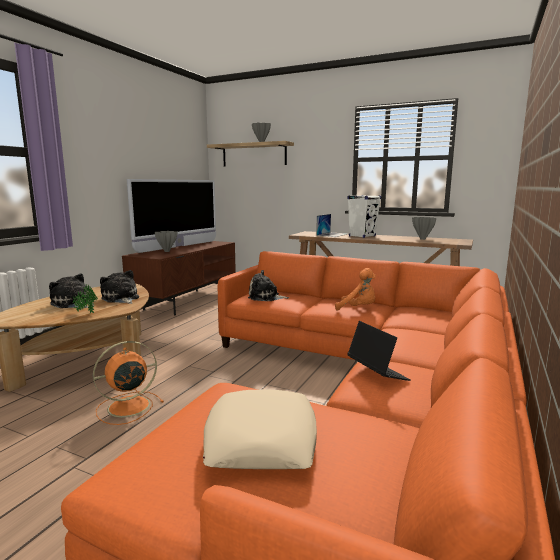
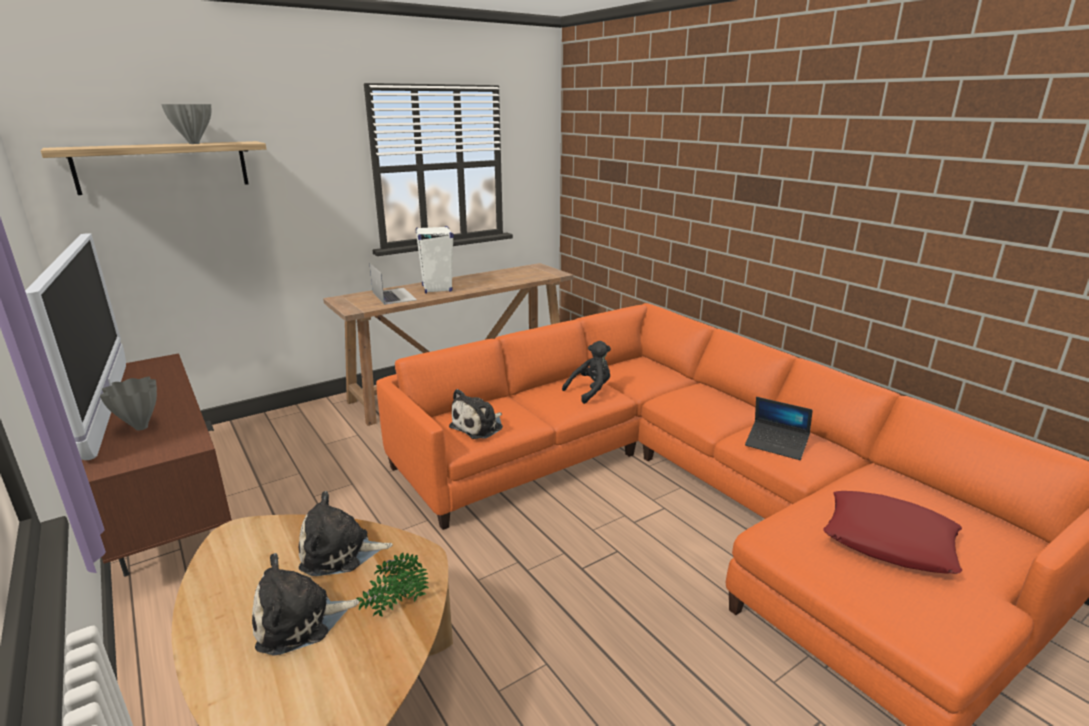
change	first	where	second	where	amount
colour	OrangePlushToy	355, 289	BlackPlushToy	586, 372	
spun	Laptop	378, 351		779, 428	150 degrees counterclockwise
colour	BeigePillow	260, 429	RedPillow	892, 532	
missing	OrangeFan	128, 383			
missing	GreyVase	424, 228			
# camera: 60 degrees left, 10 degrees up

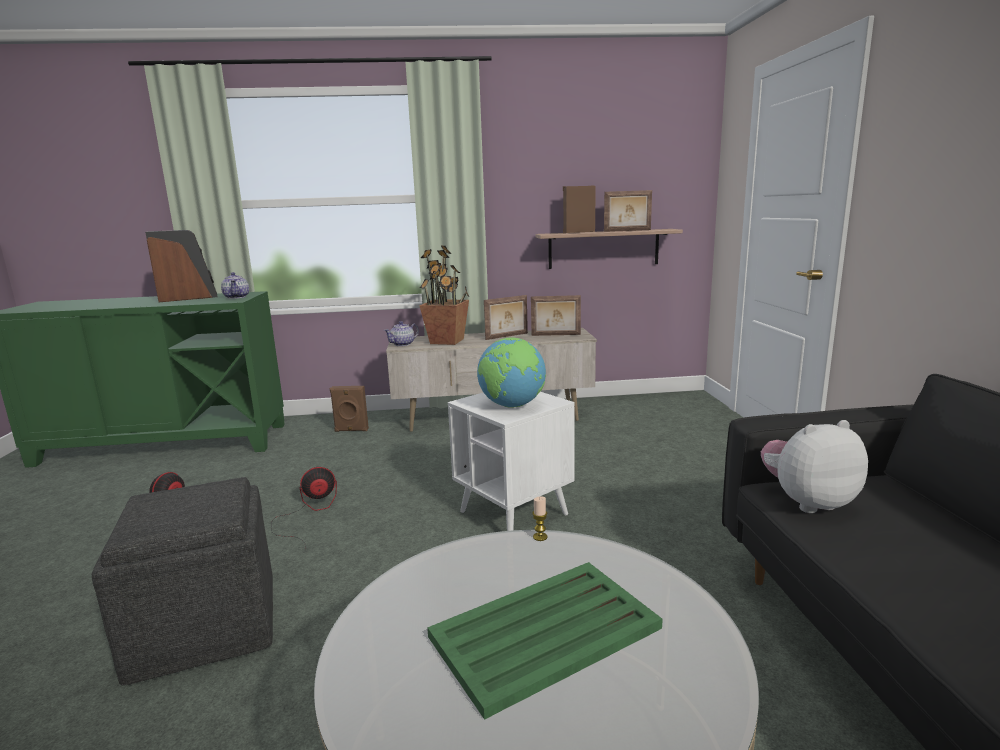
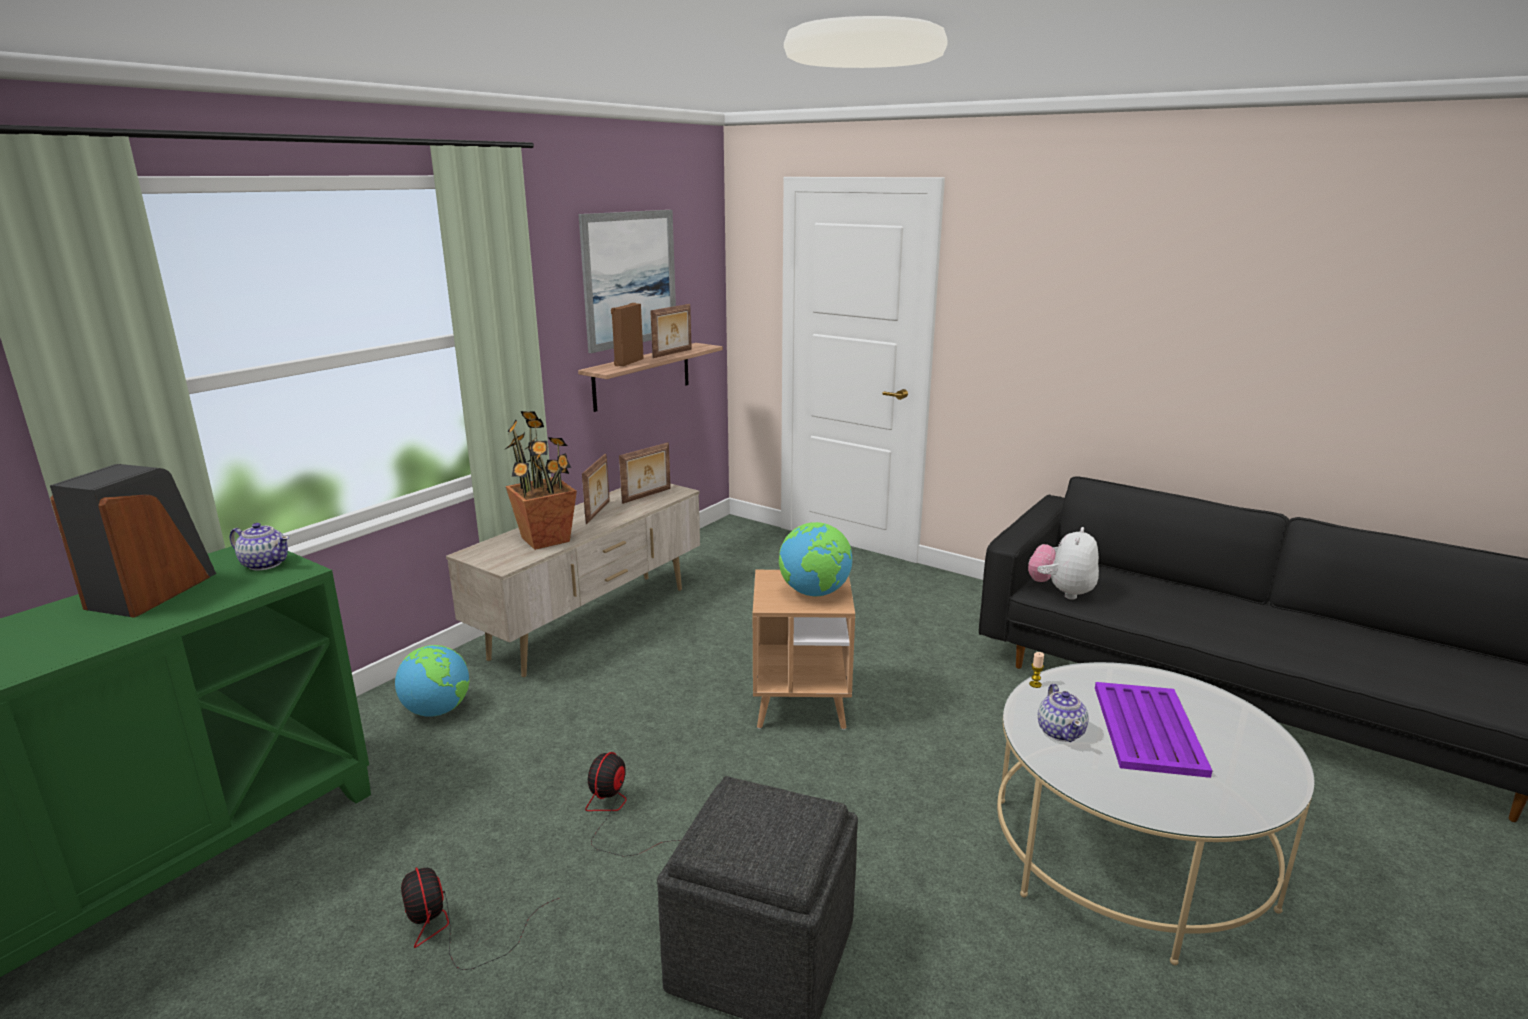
change	first	where	second	where	amount
exchanged	BrownSpeaker	349, 409	Globe	432, 681	
appeared			Picture	627, 281	
colour	WhiteSideTable	511, 461	BrownSideTable	804, 650	
relocated	Teapot	401, 333		1063, 713	
colour	GreenTray	545, 641	PurpleTray	1153, 730	
# camera: 50 degrees left, 5 degrees up

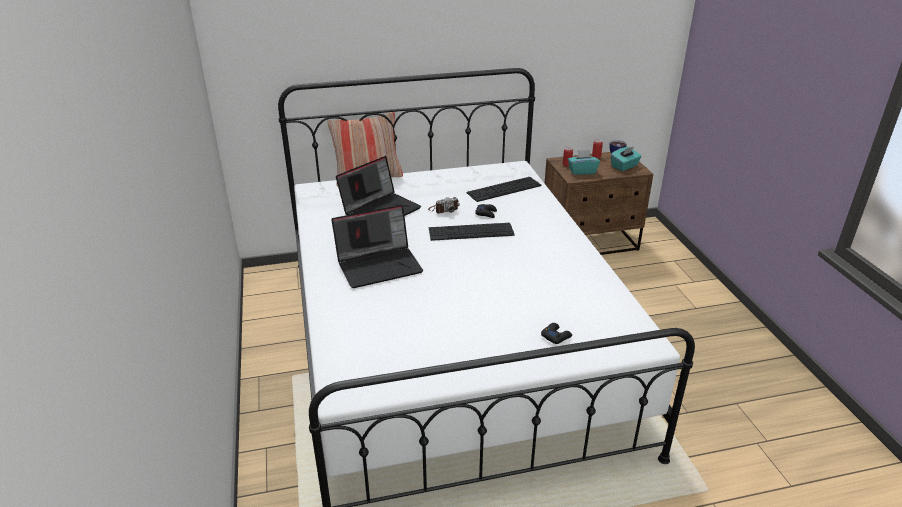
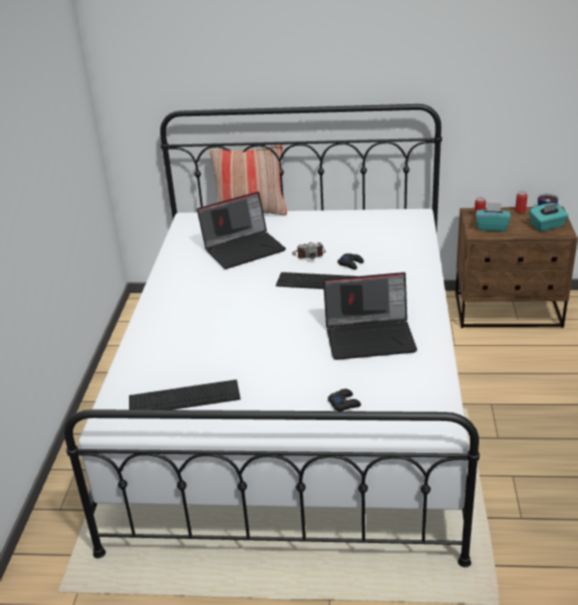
change	first	where	second	where	amount
relocated	Keyboard	503, 189		184, 394	
relocated	Laptop	377, 246		370, 316	
# camera: 20 degrees right, 0 degrees up

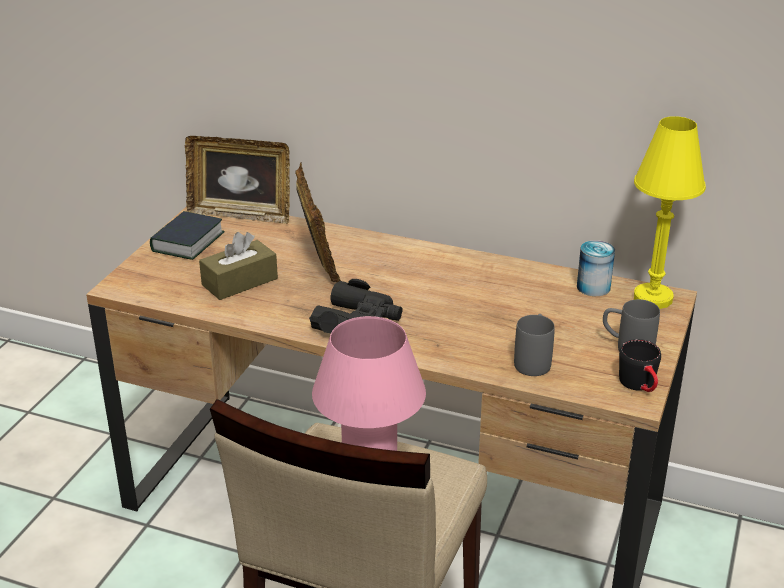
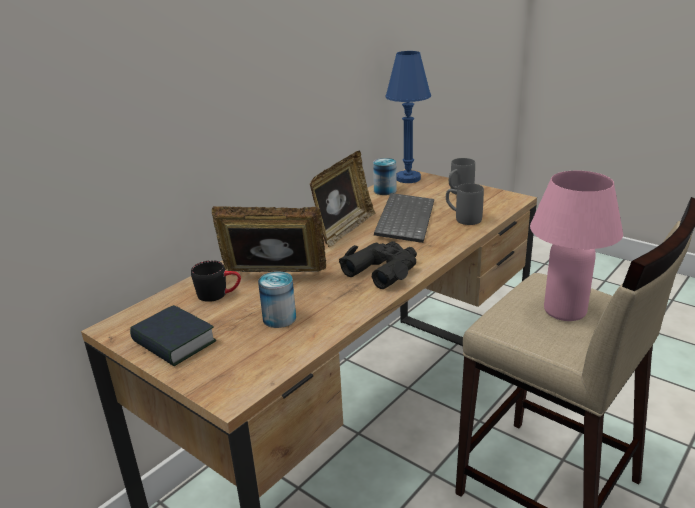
change	first	where	second	where	amount
relocated	BlackMug	640, 365		216, 281	
exchanged	BrownTissueBox	238, 266	Can	277, 300	
relocated	PictureFrame	237, 180		342, 199	
appeared			Keyboard	404, 218	
colour	YellowTableLamp	670, 212	BlueTableLamp	408, 117	
# camera: 70 degrees left, 5 degrees down

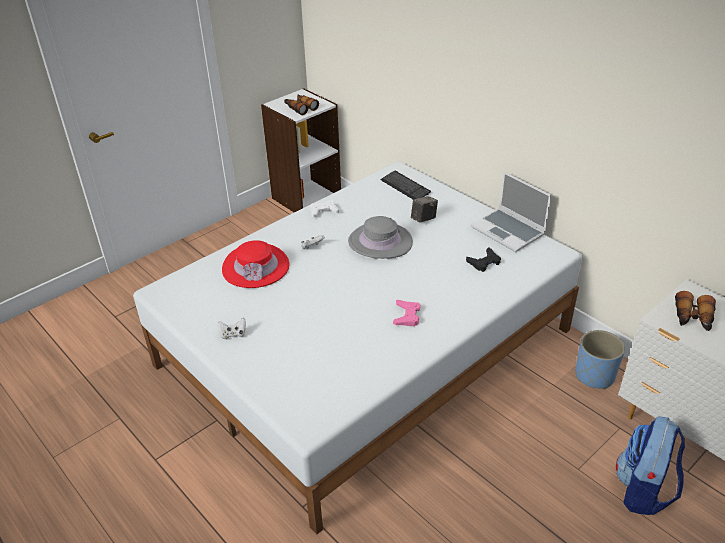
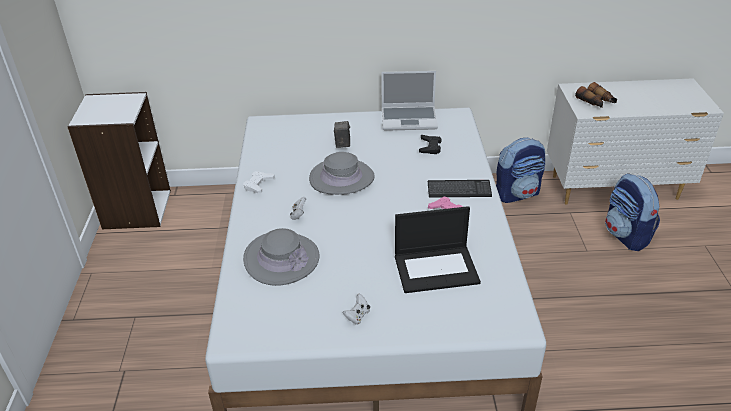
change	first	where	second	where	amount
colour	RedHat	255, 264	GreyHat	281, 257	
appeared			Laptop	438, 249	
relocated	Keyboard	406, 185		460, 189	
exchanged	BluePlanter	600, 359	Backpack	520, 170	
missing	Binoculars	301, 105			
# camera: 50 degrees left, 0 degrees up

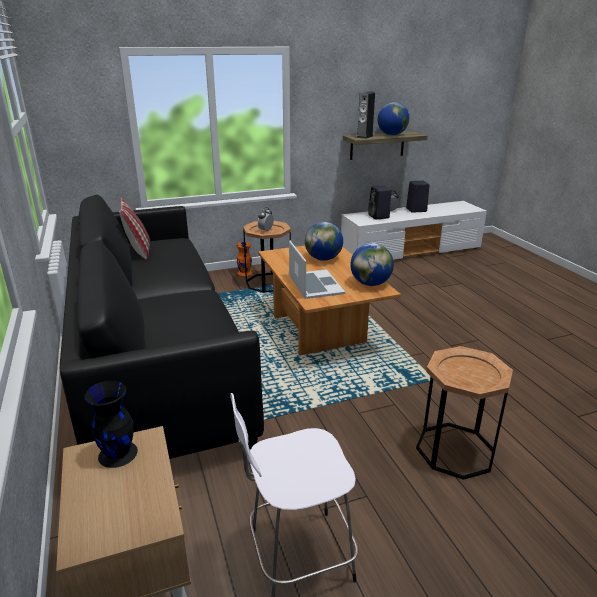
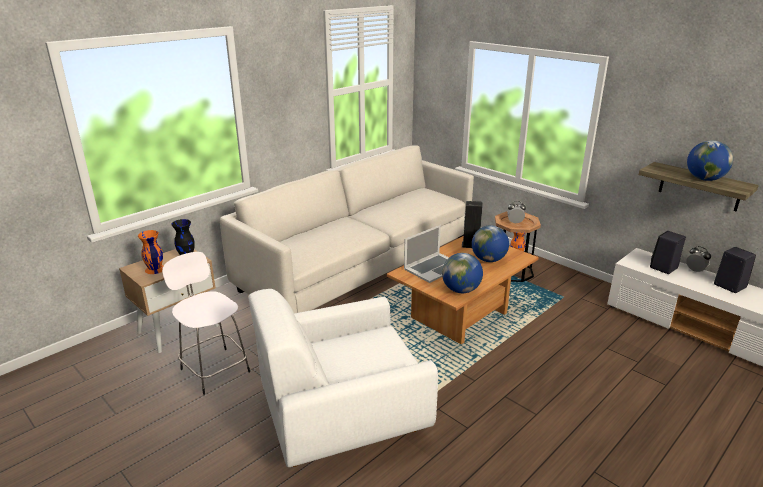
change	first	where	second	where	amount
appeared			OrangeVase	150, 252	
colour	BlackSofa	162, 327	WhiteSofa	347, 229	
exchanged	BrownSideTable	464, 413	WhiteArmchair	343, 378	
relocated	Speaker	365, 115		472, 224	
missing	Pillow	134, 228			
# camera: 65 degrees right, 0 degrees up

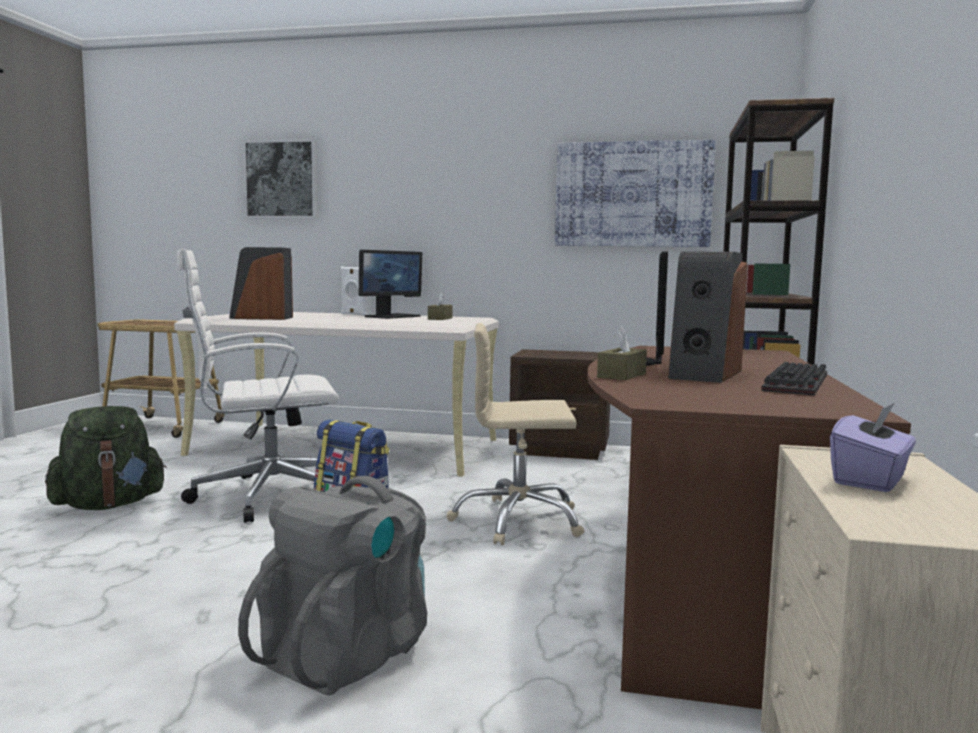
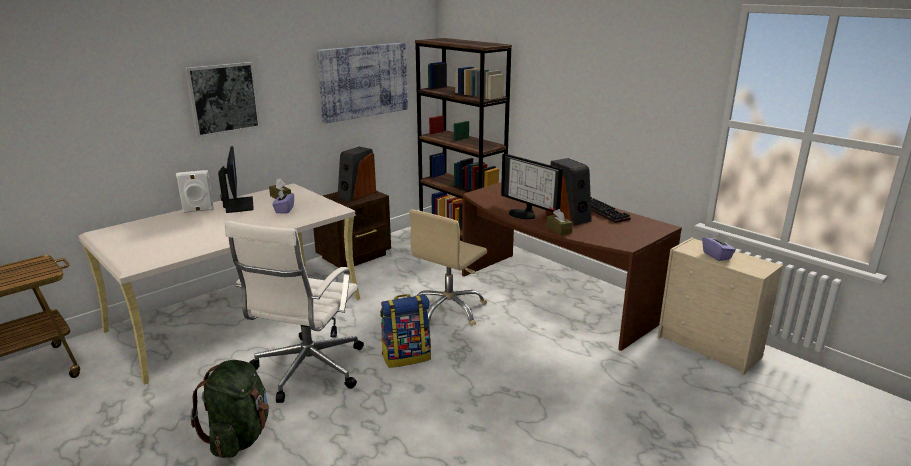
change	first	where	second	where	amount
relocated	Picture	280, 178		223, 100	
appeared			PurpleTissueBox	283, 201	
relocated	Speaker	261, 283		356, 174	
missing	GreyBackpack	332, 585			
# camera: 55 degrees left, 15 degrees up

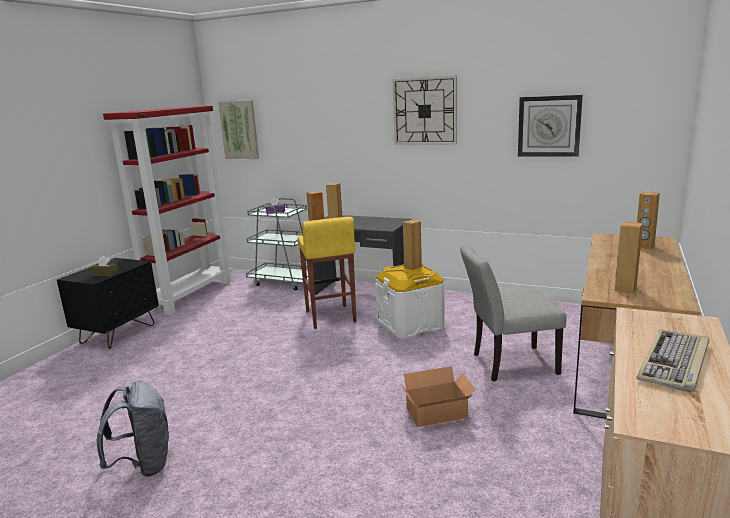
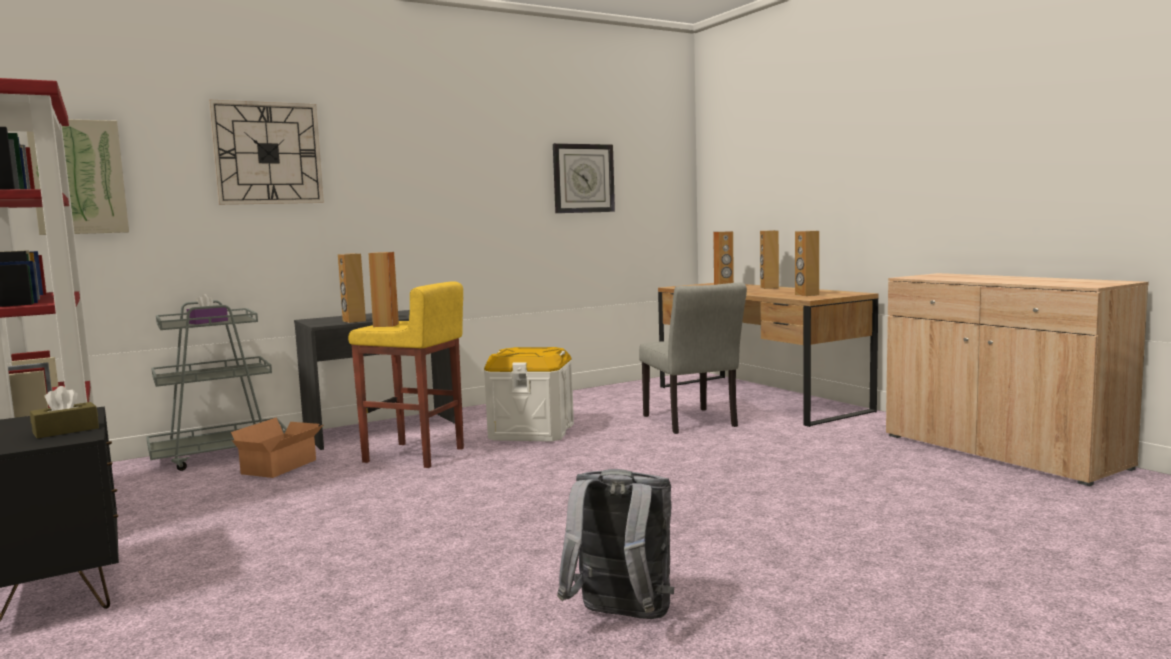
change	first	where	second	where	amount
relocated	WallClock	424, 110		266, 152	
relocated	CardboardBox	438, 396		277, 447	
spun	GreyChair	513, 313		693, 358	45 degrees counterclockwise
relocated	BrownSpeaker	412, 245		769, 259	
missing	Keyboard	673, 360			
# camera: 55 degrees left, 10 degrees down

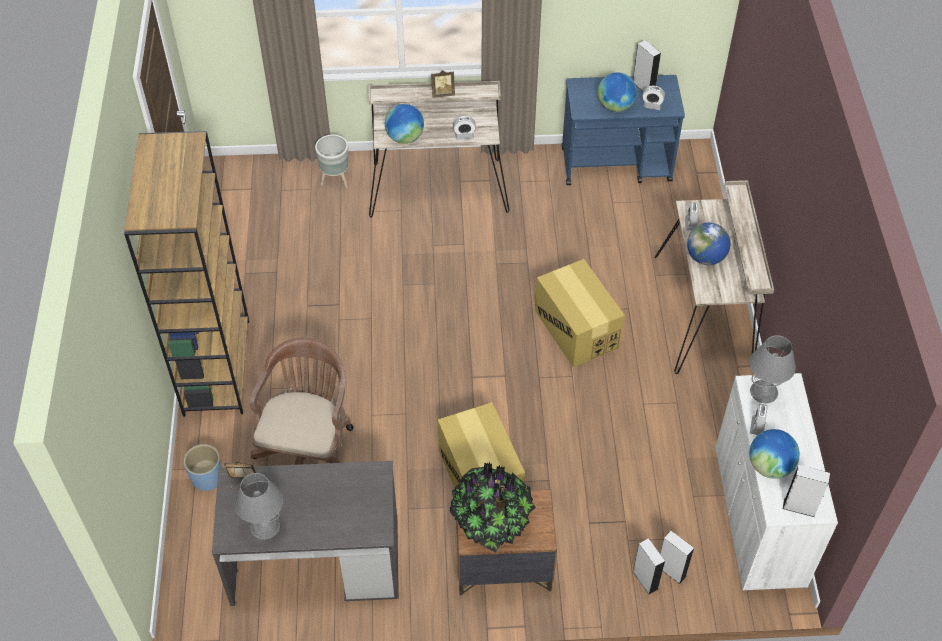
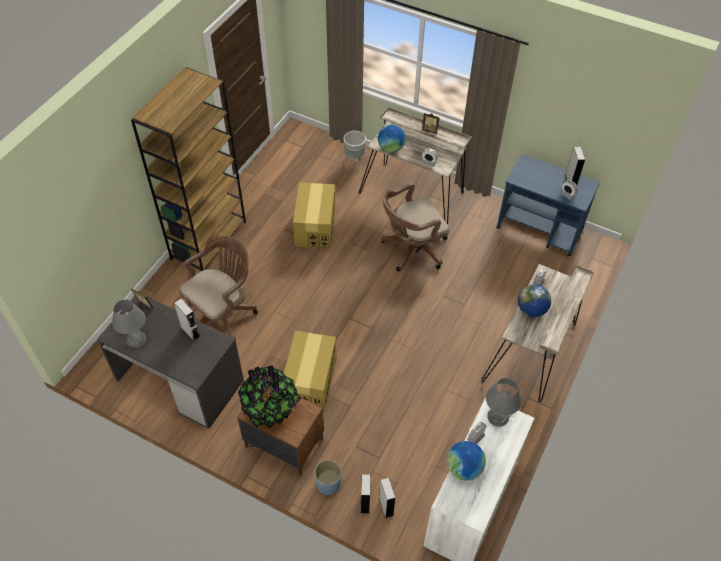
change	first	where	second	where	amount
relocated	GreySpeaker	806, 491		187, 320	
relocated	CardboardBox	580, 313		314, 215	
relocated	BluePlanter	203, 467		328, 477	
appeared			BrownOfficeChair	415, 227	
missing	Globe	617, 92			
# camera: 30 degrees right, 0 degrees up

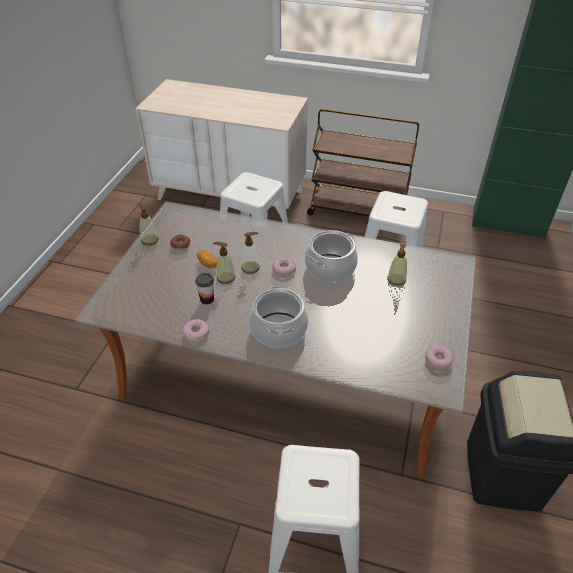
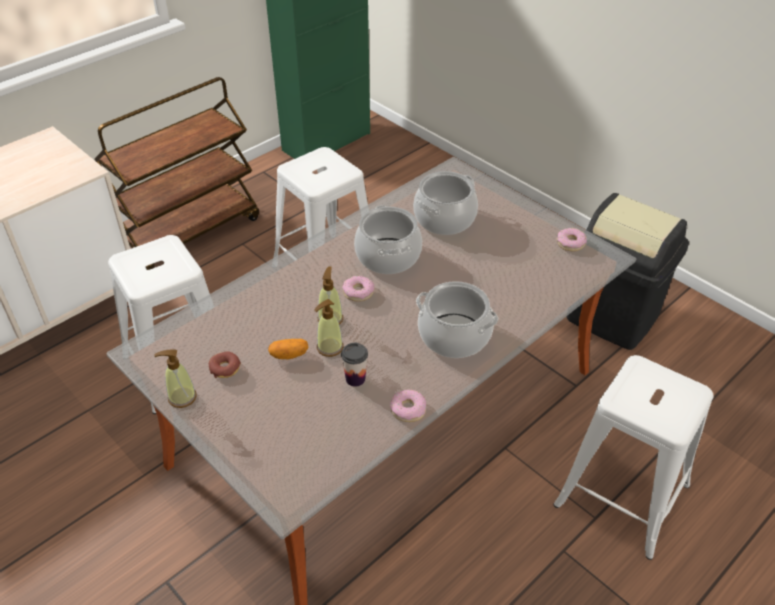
change	first	where	second	where	amount
exchanged	SoapDispenser	397, 265	CookingPot	445, 203	
# camera: 60 degrees left, 0 degrees up

